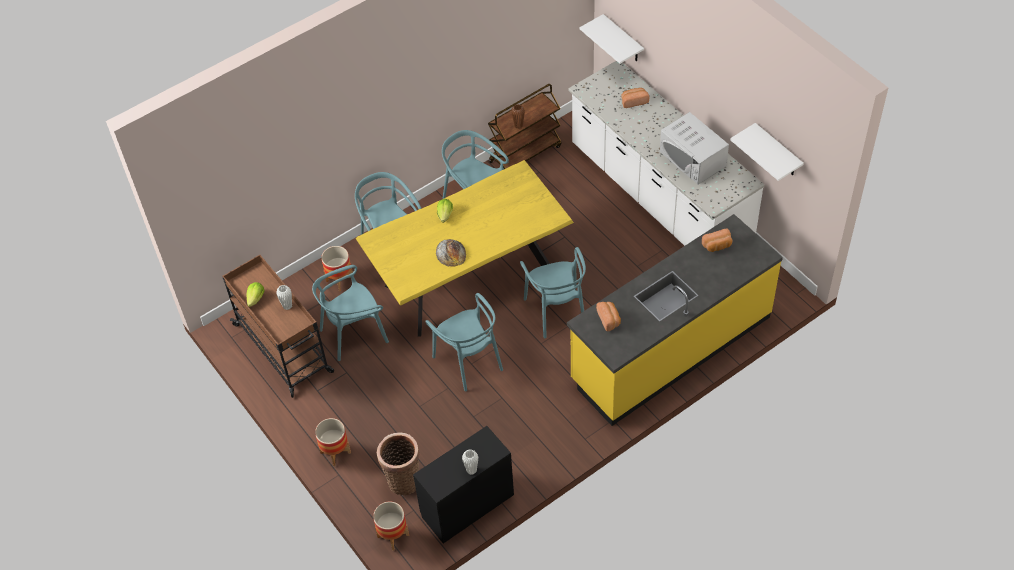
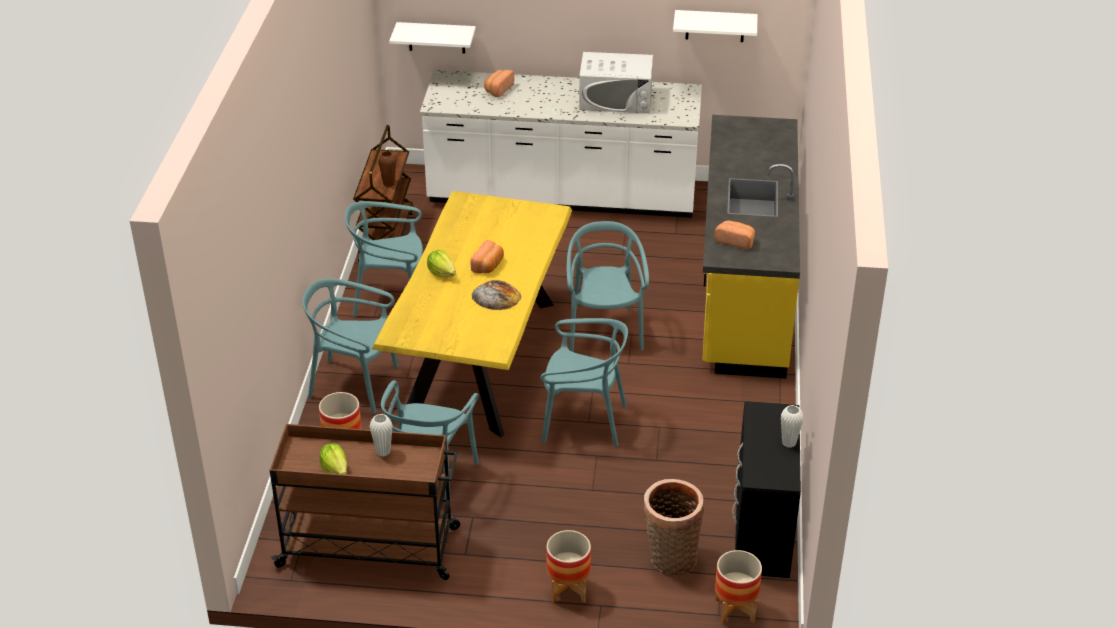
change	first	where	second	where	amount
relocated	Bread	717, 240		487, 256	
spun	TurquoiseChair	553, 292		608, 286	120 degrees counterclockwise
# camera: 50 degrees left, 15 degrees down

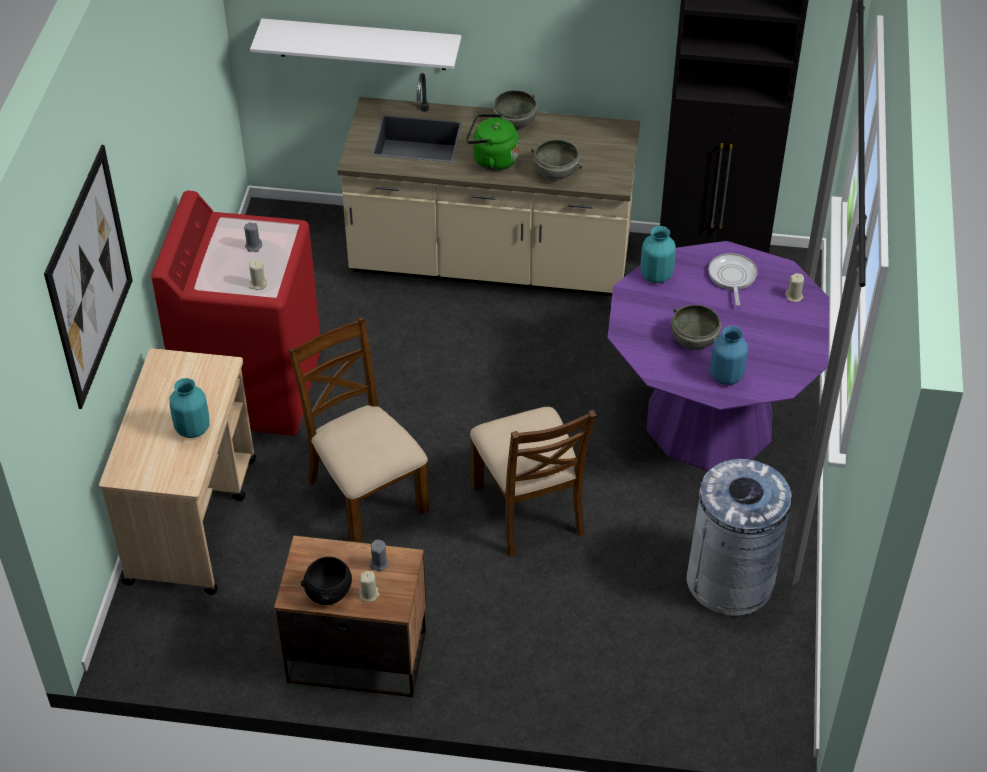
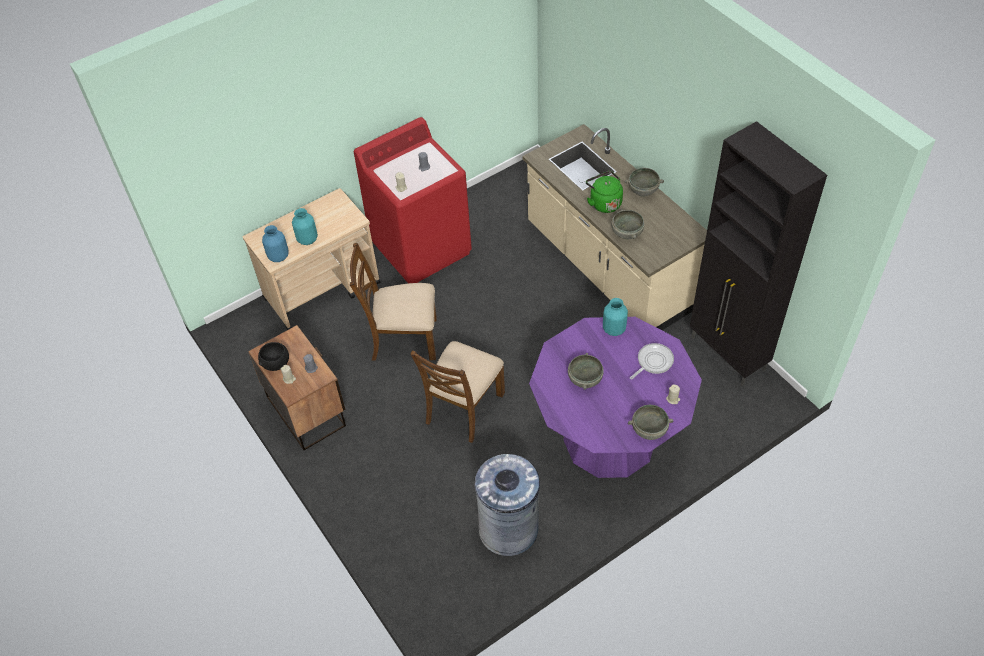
change	first	where	second	where	amount
relocated	BlueVase	729, 355		275, 243	
spun	BrownChair	358, 429		393, 302	105 degrees counterclockwise
appeared			GreyBowl	650, 422	
missing	Picture	88, 277			
missing	WhiteShelf	355, 44			
# camera: 50 degrees right, 5 degrees up

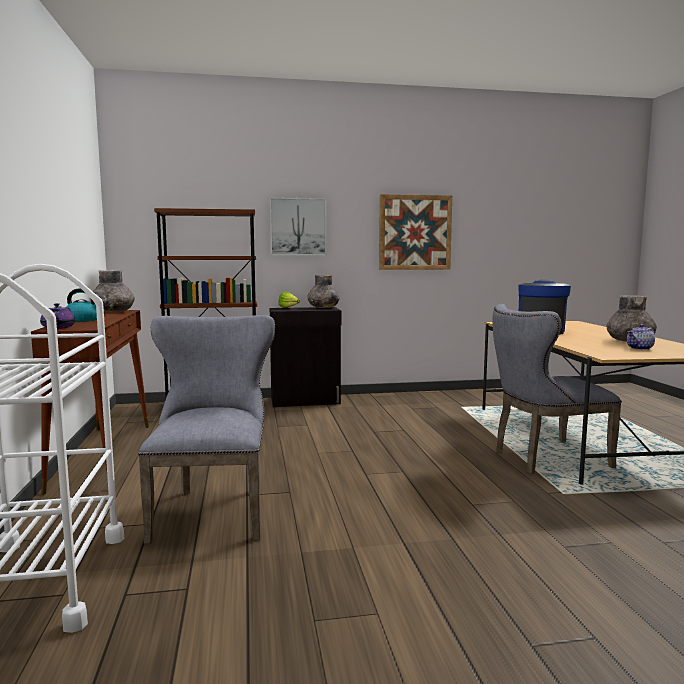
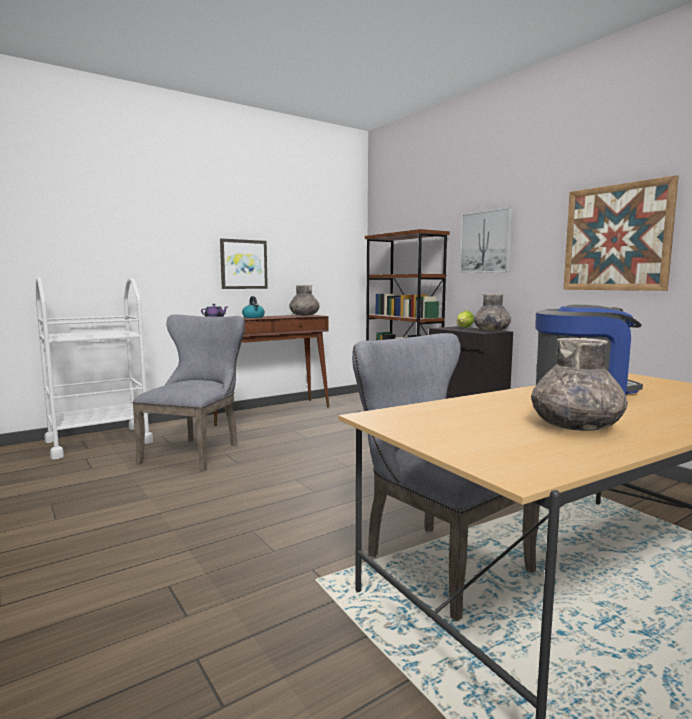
change	first	where	second	where	amount
spun	GreyChair	206, 429		188, 392	45 degrees counterclockwise
appeared			Picture	244, 264	
missing	Teapot	641, 337			
# camera: 65 degrees right, 0 degrees up

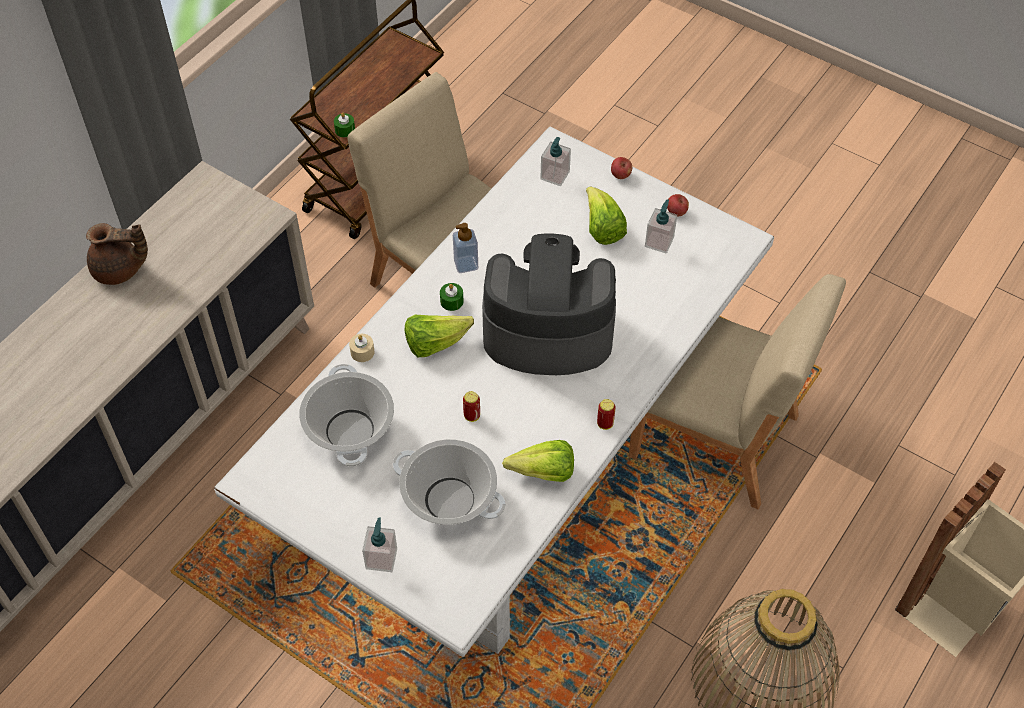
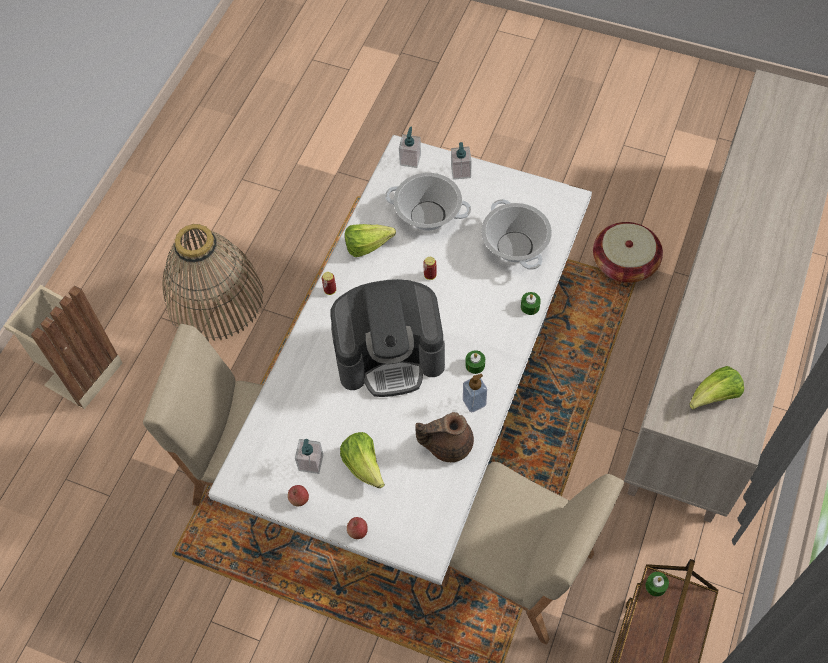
change	first	where	second	where	amount
relocated	SoapDispenser	555, 161		410, 147	
relocated	BrownTeapot	117, 254		444, 437	
colour	BeigeCandle	361, 348	GreenCandle	531, 303	
appeared			Basket	628, 252	
relocated	Lettuce	439, 336		716, 388	
# camera: 170 degrees right, 5 degrees up

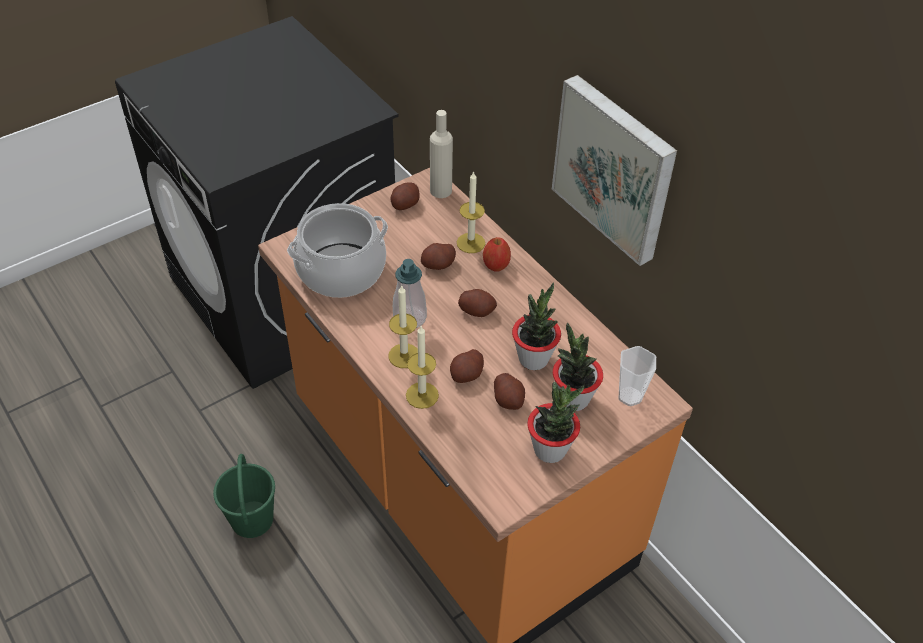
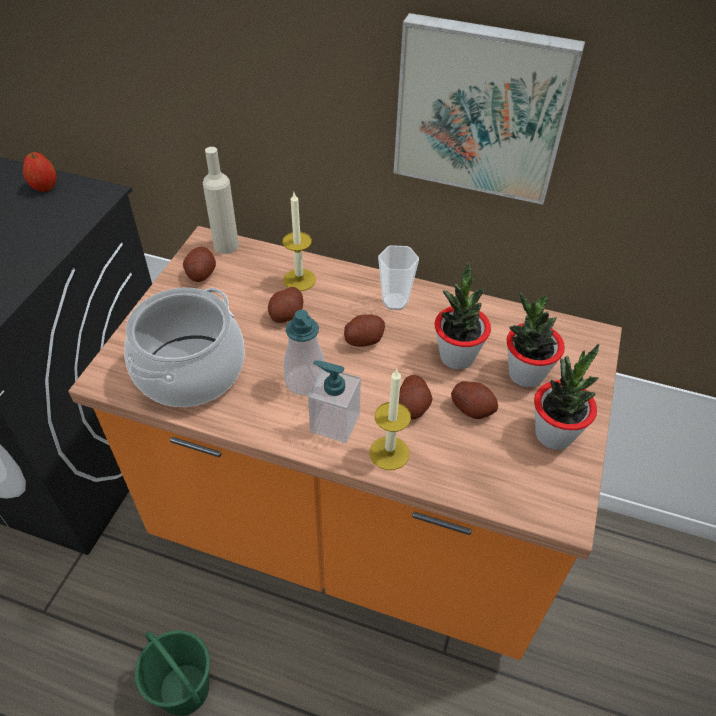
change	first	where	second	where	amount
relocated	Apple	497, 254		40, 172	
exchanged	Candle	403, 326	SoapDispenser	334, 401	
relocated	Cup	637, 376		398, 277	
# camera: 35 degrees left, 0 degrees up

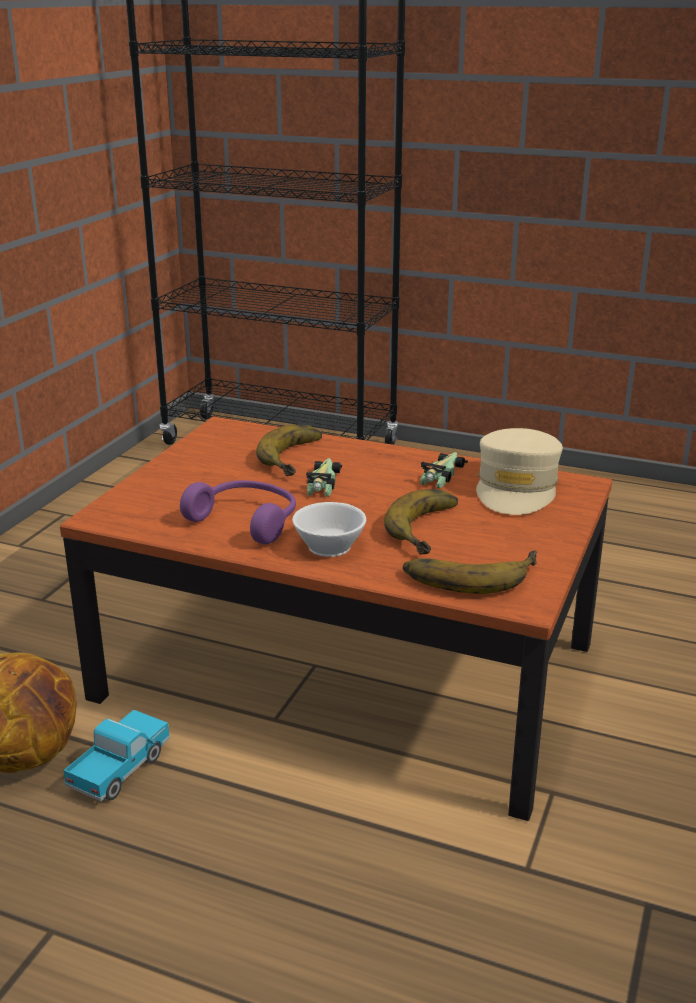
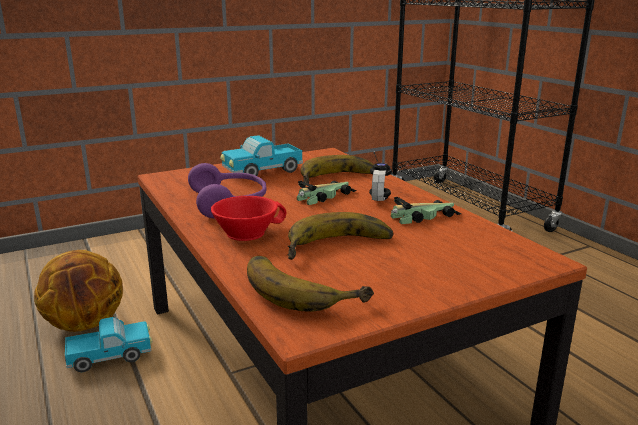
change	first	where	second	where	amount
colour	WhiteCup	329, 529	RedCup	248, 218	
appeared			ToyTruck	261, 155	
appeared			Headphones	389, 176	
missing	BeigeCap	519, 471			
# camera: 40 degrees right, 5 degrees down

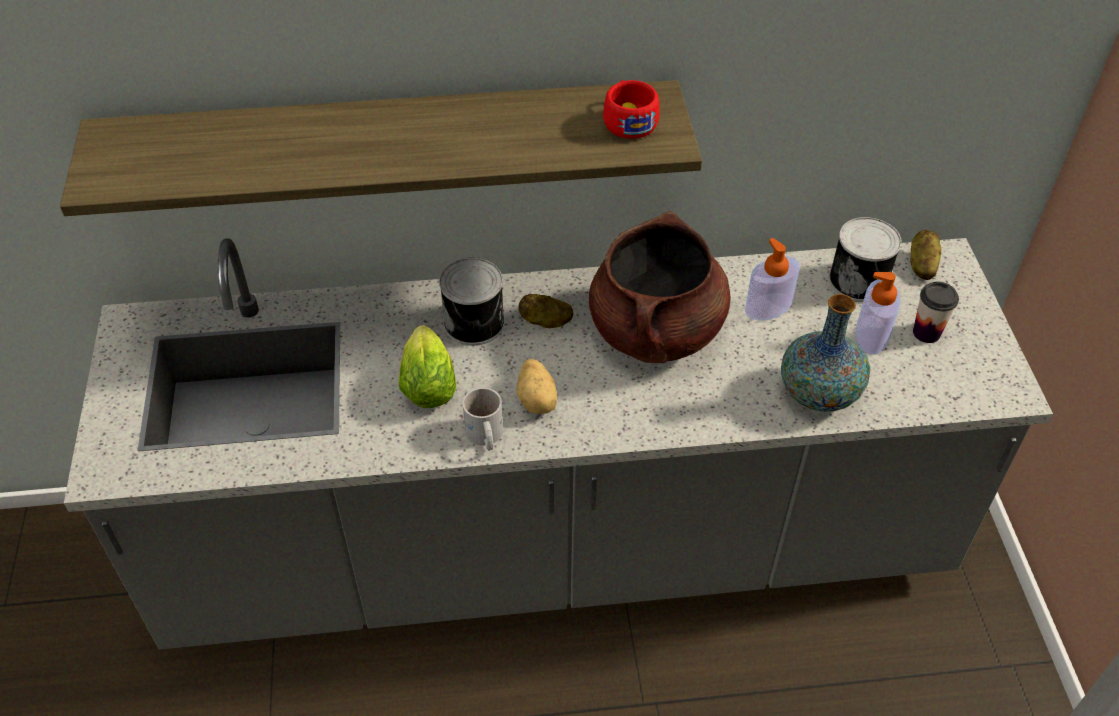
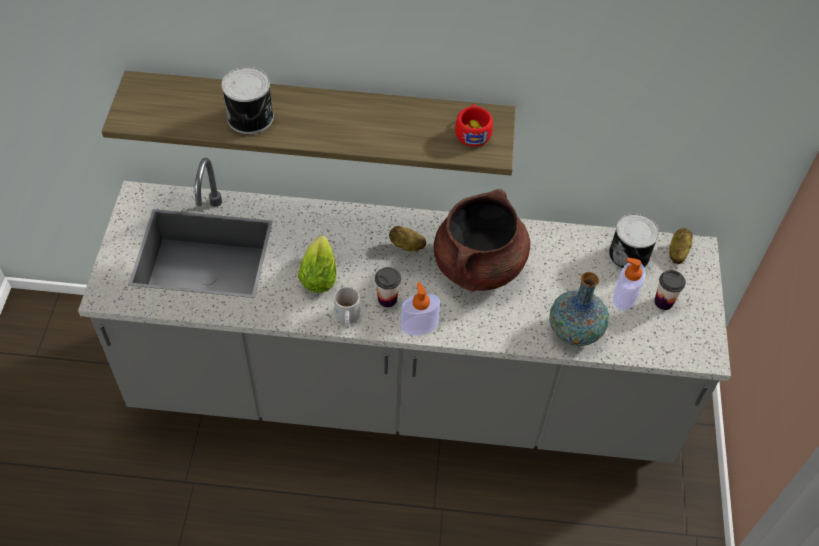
change	first	where	second	where	amount
relocated	Can	472, 302		248, 100	
exchanged	Potato	536, 386	Cup	388, 287	
relocated	SoapDispenser	772, 279		420, 308	
# camera: 10 degrees right, 5 degrees up

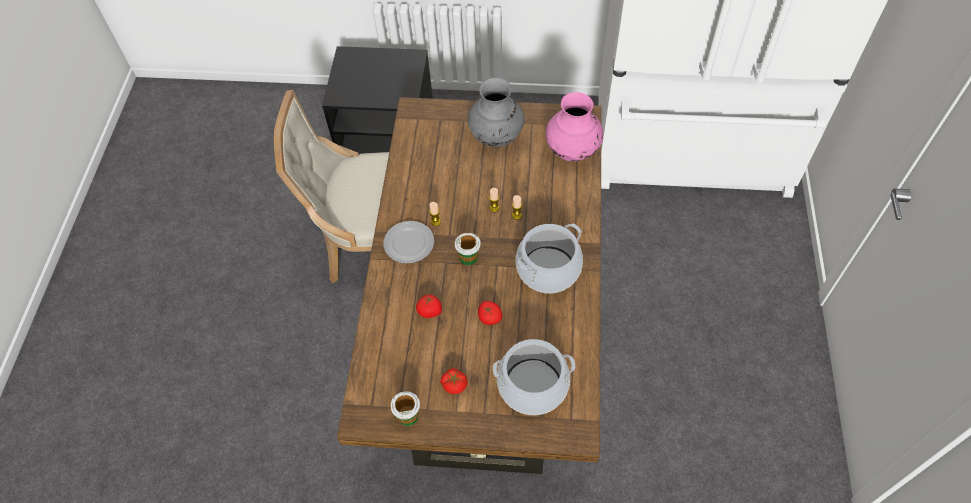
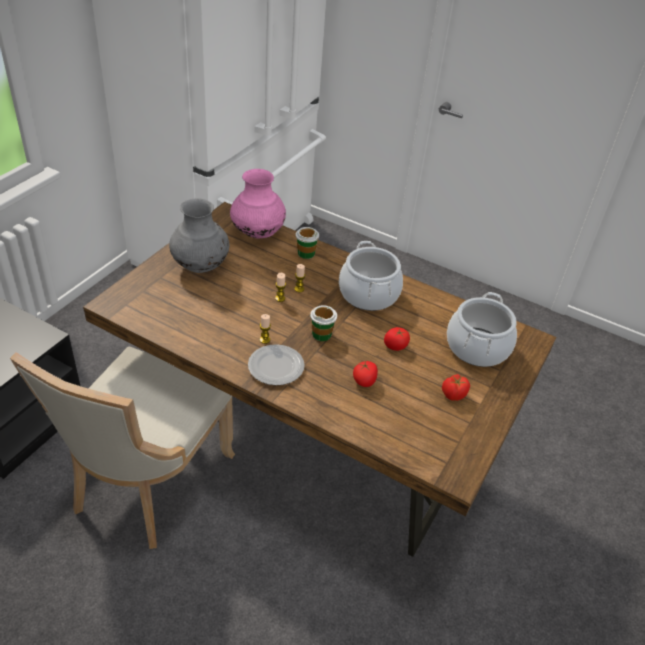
change	first	where	second	where	amount
relocated	Cup	405, 408		307, 243	
# camera: 70 degrees left, 15 degrees down

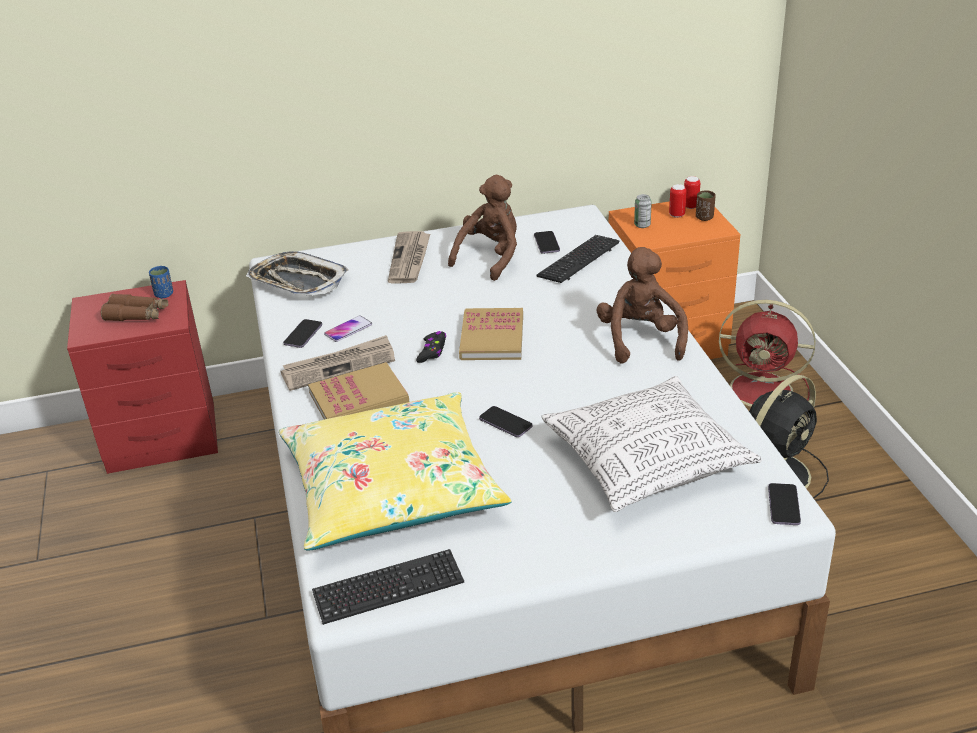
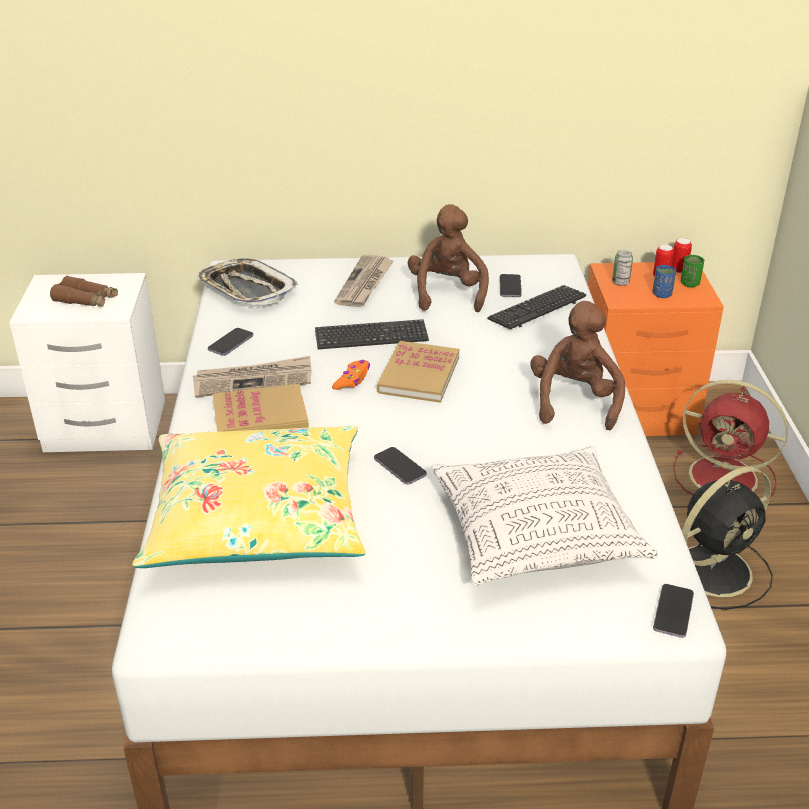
change	first	where	second	where	amount
colour	RedNightstand	142, 377	WhiteNightstand	87, 362	
relocated	Keyboard	388, 587		372, 334	
colour	BlackGameController	431, 347	OrangeGameController	351, 375	
spun	BrownPlushToy	482, 228		448, 258	45 degrees counterclockwise
relocated	BlueCup	161, 282		664, 281	
colour	BrownCup	706, 205	GreenCup	692, 271	
missing	Phone	348, 328			
# camera: 10 degrees right, 0 degrees up

